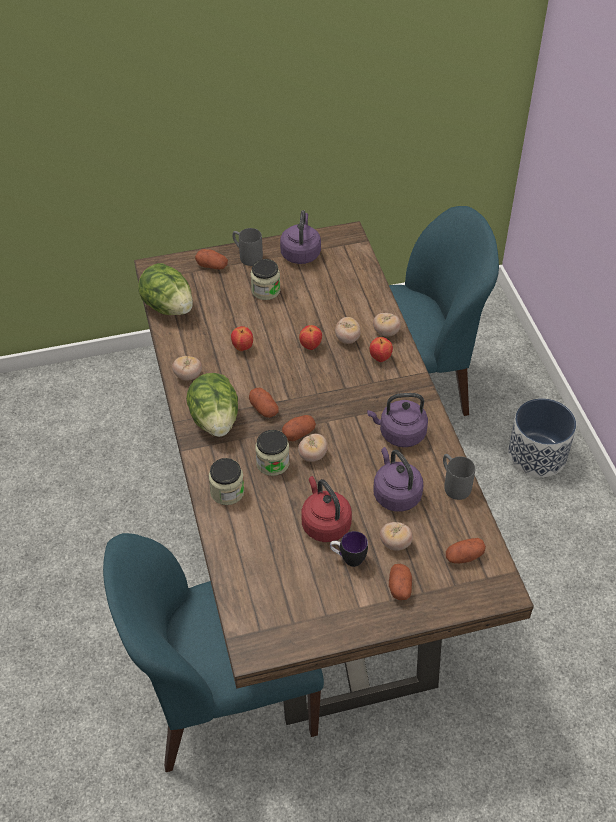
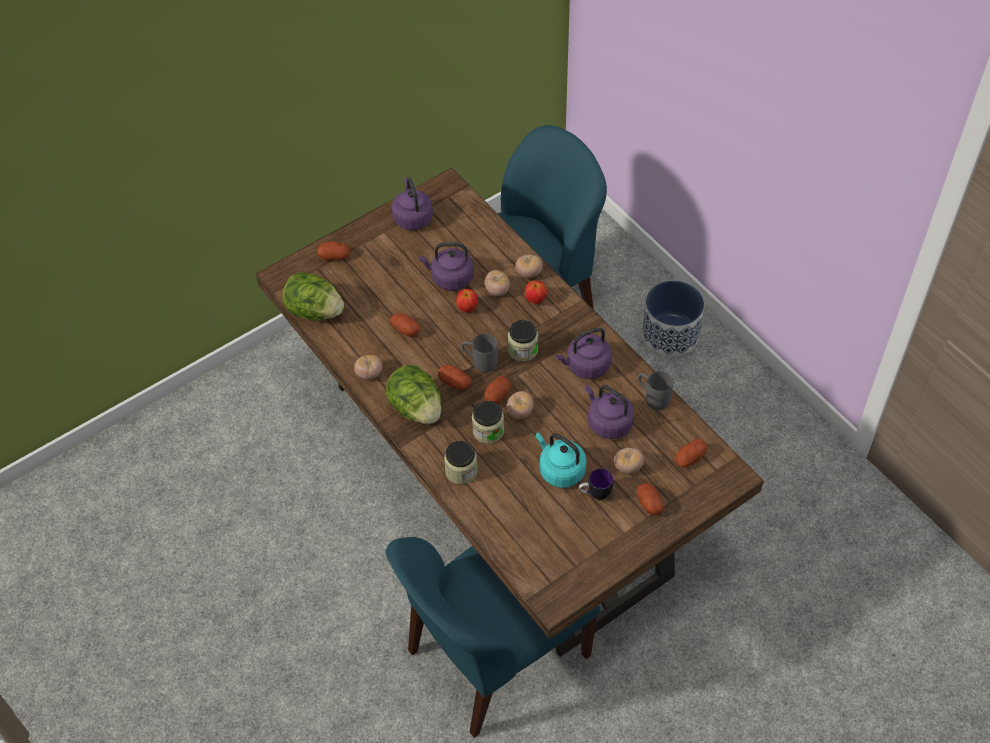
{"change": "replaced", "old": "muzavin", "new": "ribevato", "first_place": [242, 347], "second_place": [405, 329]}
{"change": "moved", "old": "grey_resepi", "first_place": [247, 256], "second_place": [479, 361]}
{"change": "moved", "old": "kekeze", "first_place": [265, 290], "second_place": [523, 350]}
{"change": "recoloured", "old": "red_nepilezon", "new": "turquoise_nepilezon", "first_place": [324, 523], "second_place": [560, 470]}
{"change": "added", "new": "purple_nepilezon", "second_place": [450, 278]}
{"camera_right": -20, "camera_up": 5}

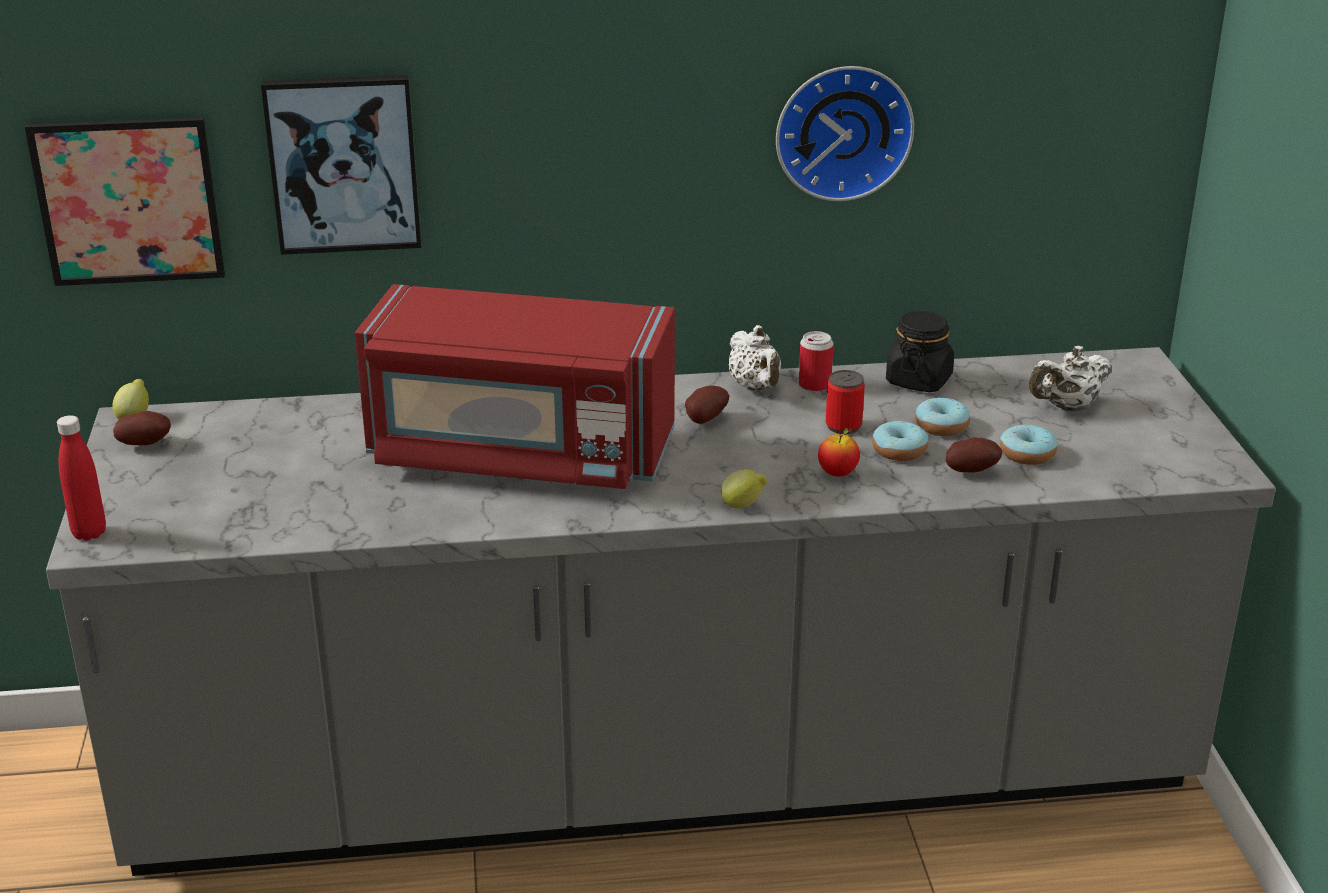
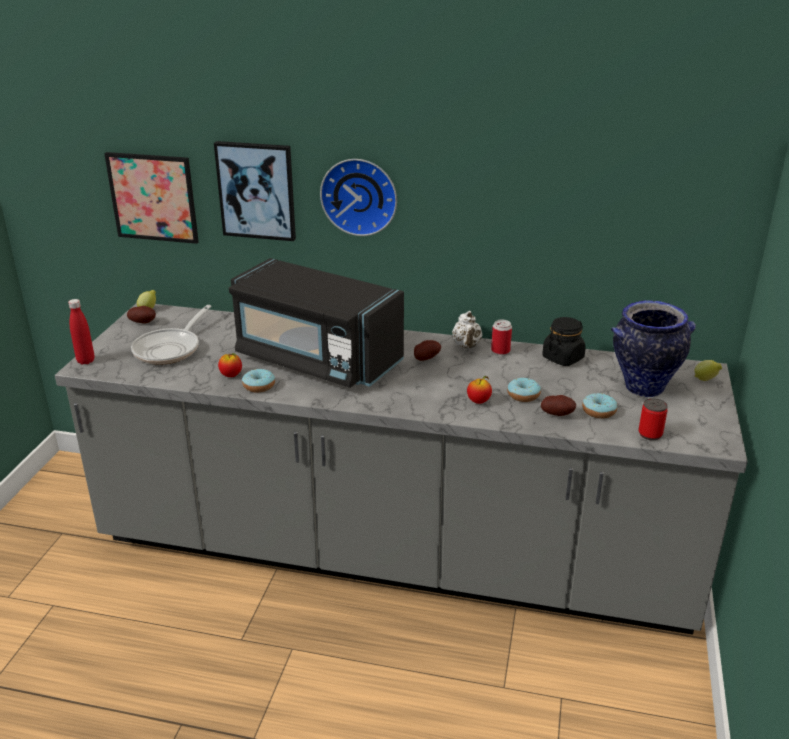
{"change": "recoloured", "old": "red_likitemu", "new": "black_likitemu", "first_place": [519, 454], "second_place": [316, 359]}
{"change": "moved", "old": "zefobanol", "first_place": [743, 506], "second_place": [706, 380]}
{"change": "moved", "old": "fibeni", "first_place": [842, 130], "second_place": [360, 196]}
{"change": "moved", "old": "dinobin", "first_place": [843, 426], "second_place": [650, 434]}
{"change": "moved", "old": "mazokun", "first_place": [941, 426], "second_place": [259, 386]}
{"change": "replaced", "old": "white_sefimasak", "new": "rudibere", "first_place": [1067, 407], "second_place": [643, 388]}
{"change": "added", "new": "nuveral", "second_place": [170, 349]}
{"change": "added", "new": "muzavin", "second_place": [231, 375]}
{"camera_right": 20, "camera_up": 0}

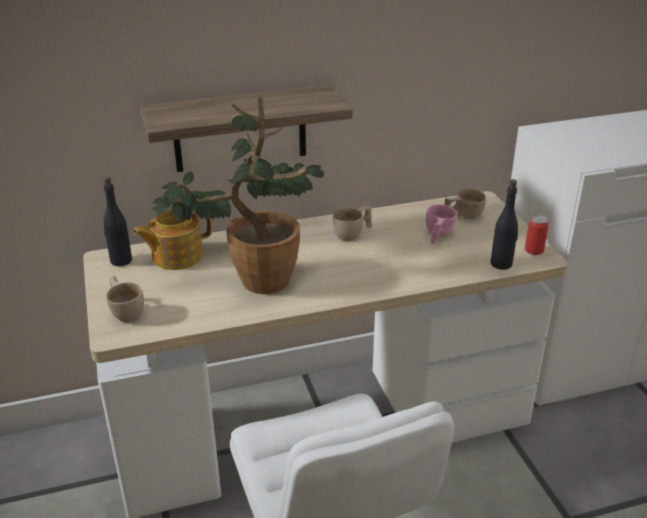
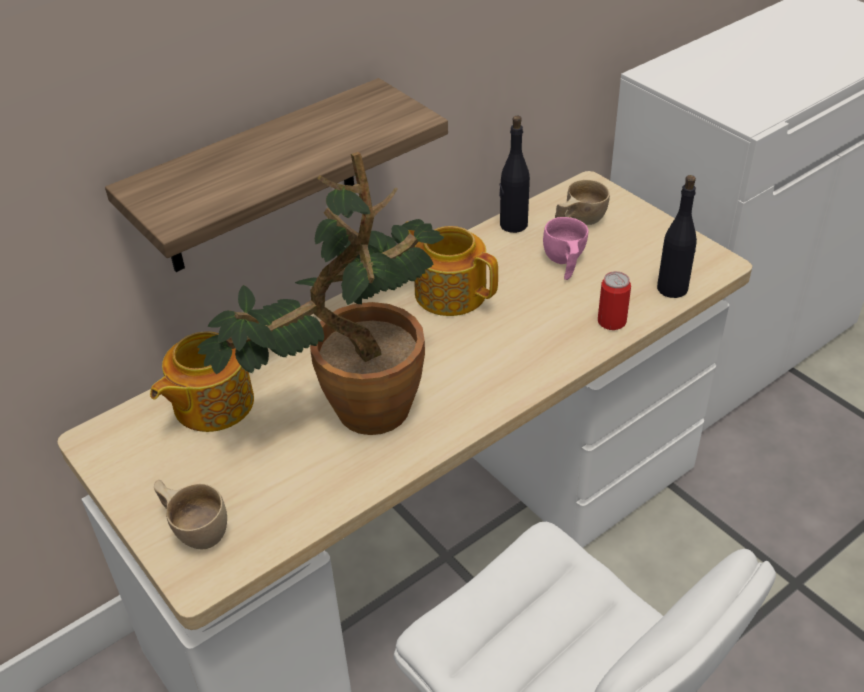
{"change": "moved", "old": "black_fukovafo", "first_place": [120, 260], "second_place": [513, 225]}
{"change": "replaced", "old": "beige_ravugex", "new": "sefimasak", "first_place": [353, 234], "second_place": [449, 292]}
{"change": "moved", "old": "dinobin", "first_place": [534, 250], "second_place": [611, 321]}
{"camera_right": -20, "camera_up": 10}

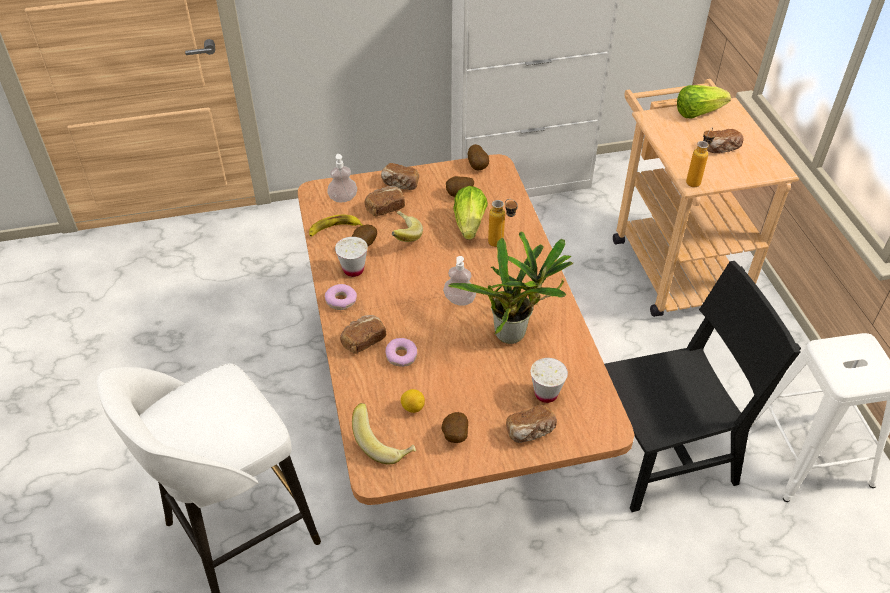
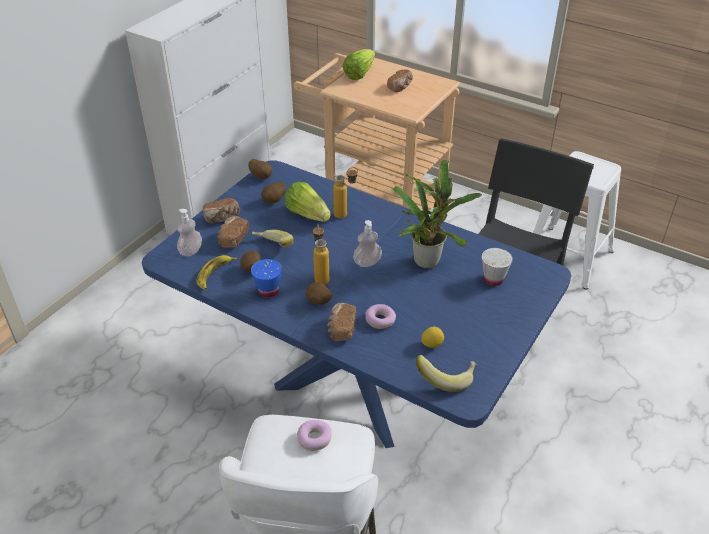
{"change": "recoloured", "old": "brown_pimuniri", "new": "blue_pimuniri", "first_place": [443, 416], "second_place": [353, 385]}
{"change": "moved", "old": "mazokun", "first_place": [341, 301], "second_place": [314, 438]}
{"change": "recoloured", "old": "white_ravugex", "new": "blue_ravugex", "first_place": [353, 270], "second_place": [268, 291]}
{"change": "moved", "old": "ribevato", "first_place": [454, 436], "second_place": [318, 303]}
{"change": "removed", "old": "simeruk", "first_place": [530, 432]}
{"change": "moved", "old": "fukovafo", "first_place": [695, 180], "second_place": [321, 276]}
{"camera_right": -45, "camera_up": -5}

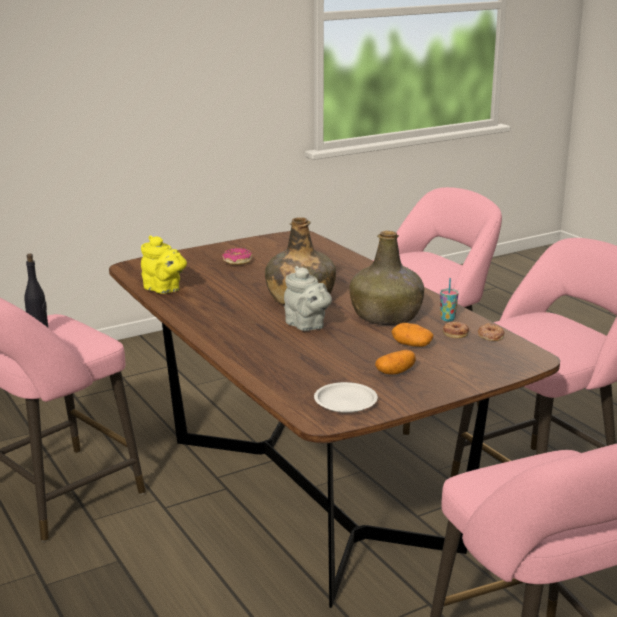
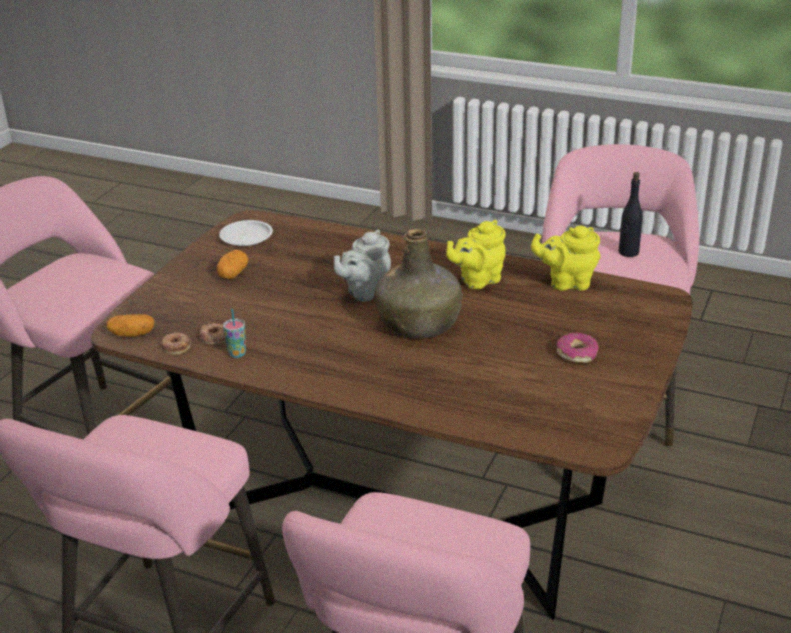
{"change": "turned", "old": "grey_sefimasak", "first_place": [307, 326], "second_place": [365, 292], "degrees": -60}
{"change": "removed", "old": "green_fukovafo", "first_place": [386, 316]}
{"change": "moved", "old": "ribevato", "first_place": [411, 345], "second_place": [132, 334]}
{"change": "added", "new": "yellow_sefimasak", "second_place": [477, 280]}
{"camera_right": 145, "camera_up": 10}

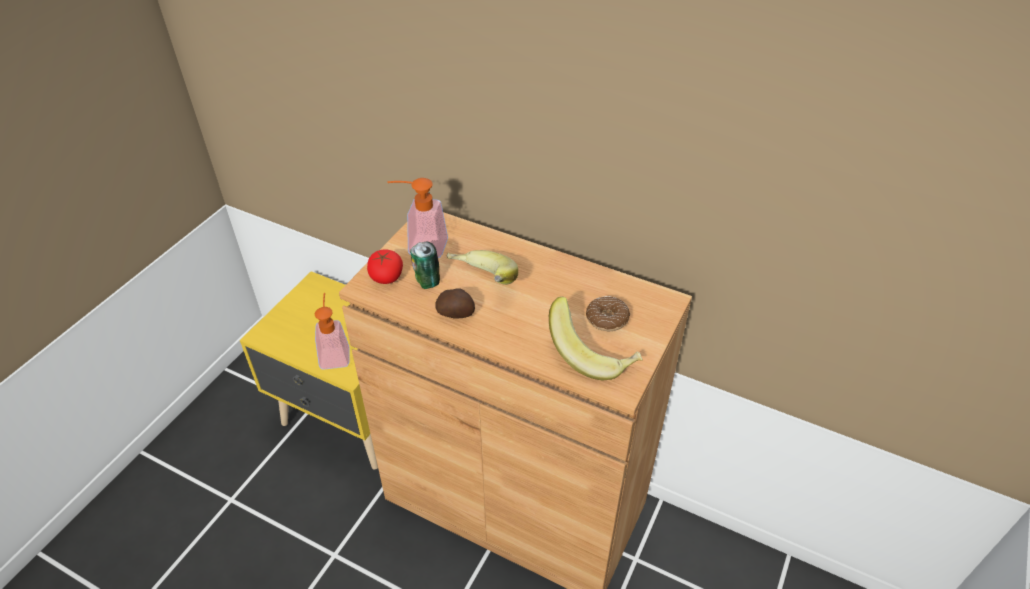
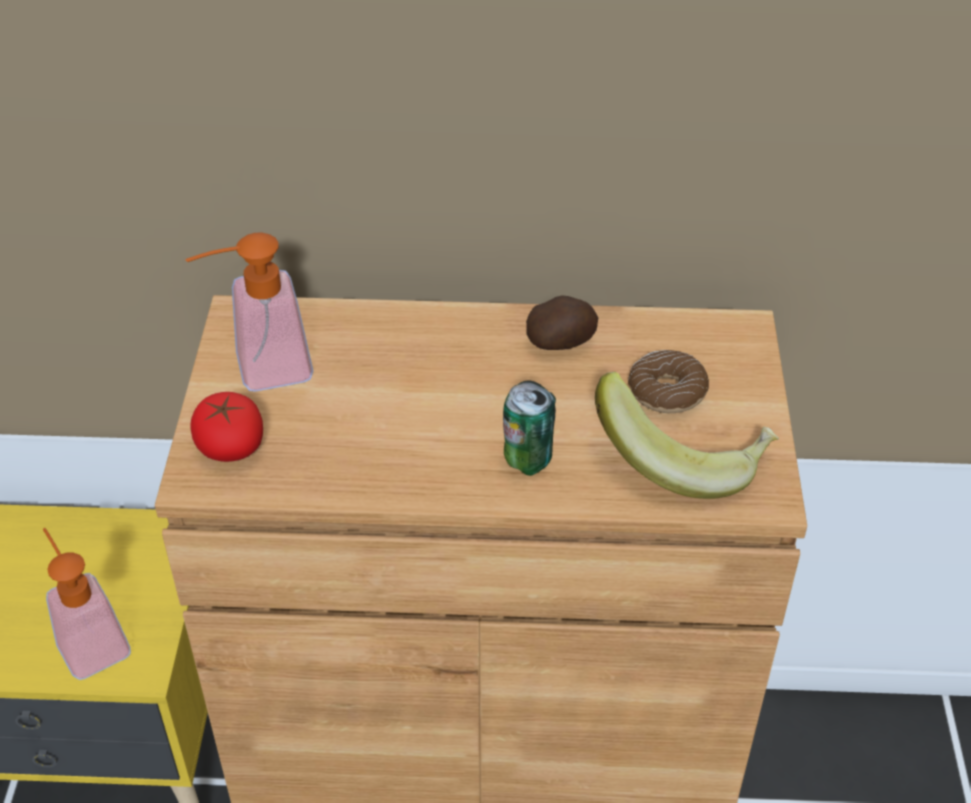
{"change": "moved", "old": "dinobin", "first_place": [427, 282], "second_place": [527, 461]}
{"change": "moved", "old": "ribevato", "first_place": [456, 313], "second_place": [561, 342]}
{"change": "removed", "old": "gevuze", "first_place": [480, 283]}
{"camera_right": -25, "camera_up": 0}

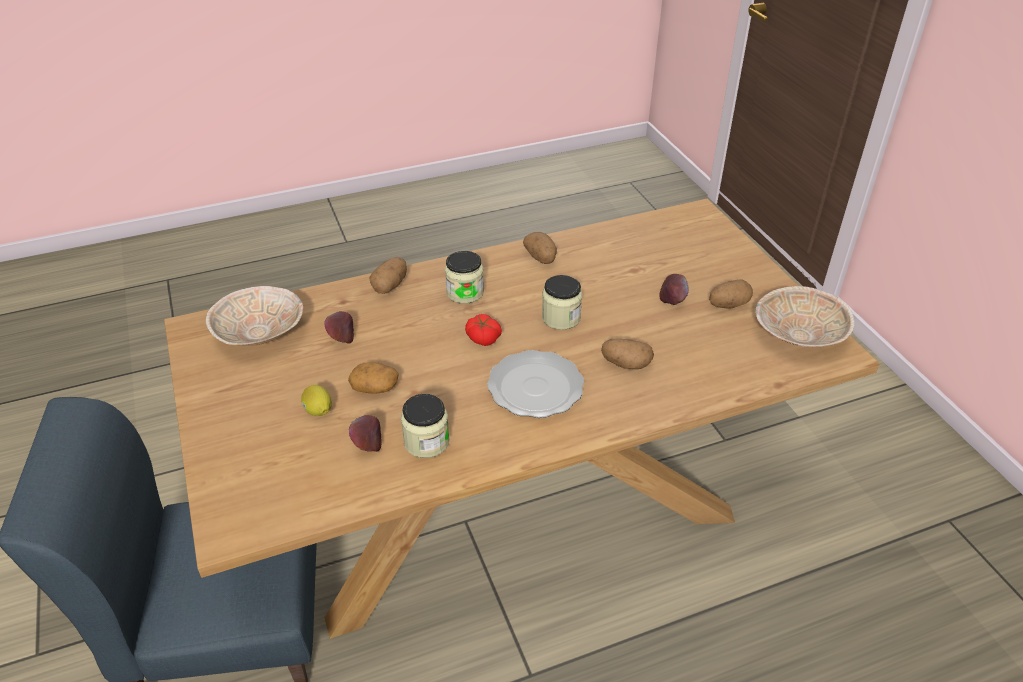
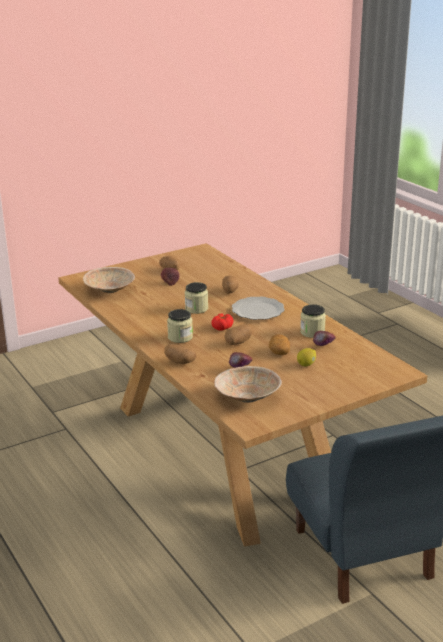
{"change": "moved", "old": "ribevato", "first_place": [541, 258], "second_place": [238, 342]}
{"change": "moved", "old": "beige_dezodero", "first_place": [797, 335], "second_place": [109, 291]}
{"camera_right": -100, "camera_up": -15}

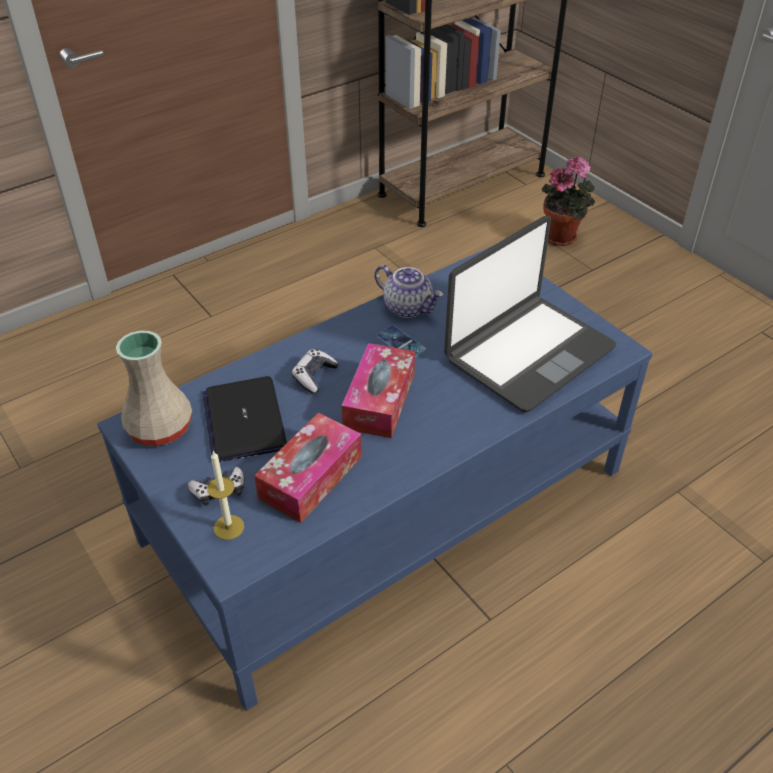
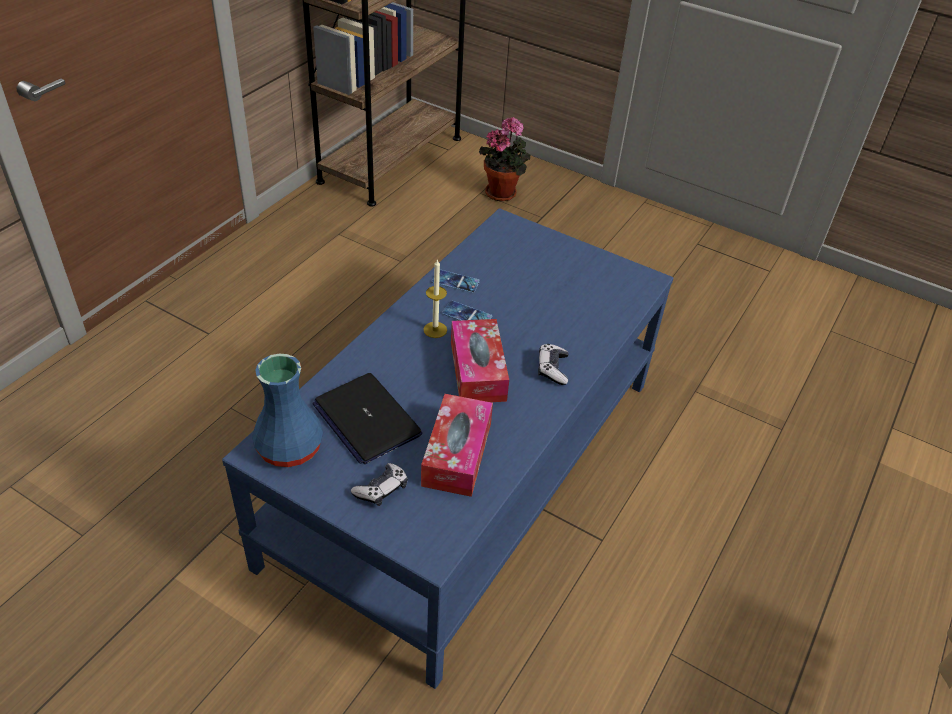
{"change": "recoloured", "old": "beige_rudibere", "new": "blue_rudibere", "first_place": [161, 427], "second_place": [290, 446]}
{"change": "moved", "old": "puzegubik", "first_place": [228, 527], "second_place": [435, 330]}
{"change": "moved", "old": "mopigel", "first_place": [314, 376], "second_place": [552, 369]}
{"change": "replaced", "old": "sefimasak", "new": "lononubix", "first_place": [408, 307], "second_place": [455, 281]}
{"change": "removed", "old": "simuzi", "first_place": [528, 353]}
{"camera_right": -25, "camera_up": 0}

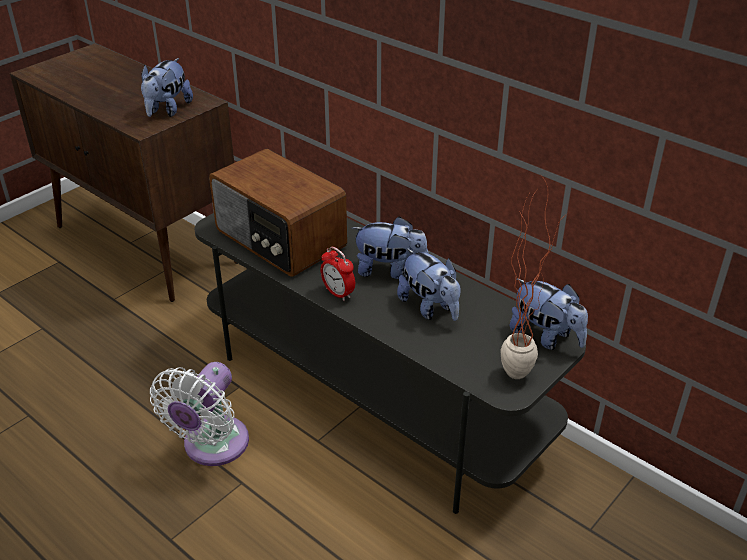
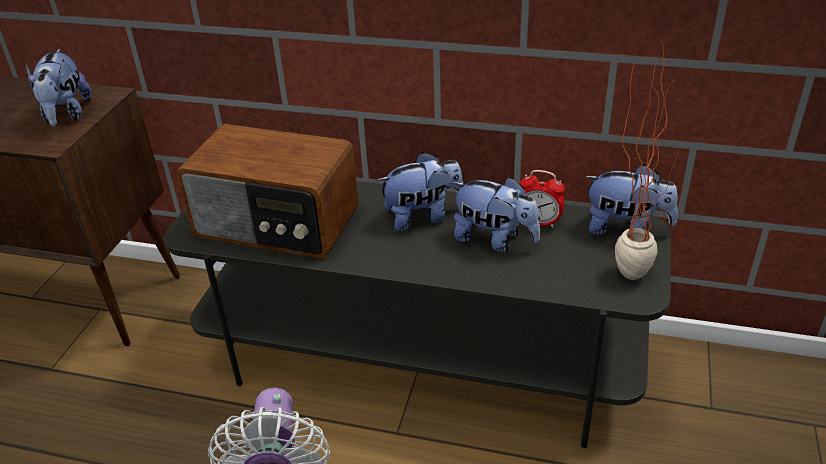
{"change": "moved", "old": "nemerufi", "first_place": [338, 293], "second_place": [539, 222]}
{"camera_right": -25, "camera_up": 0}

